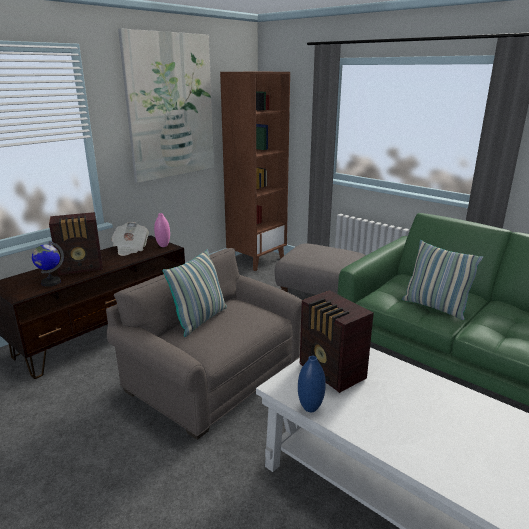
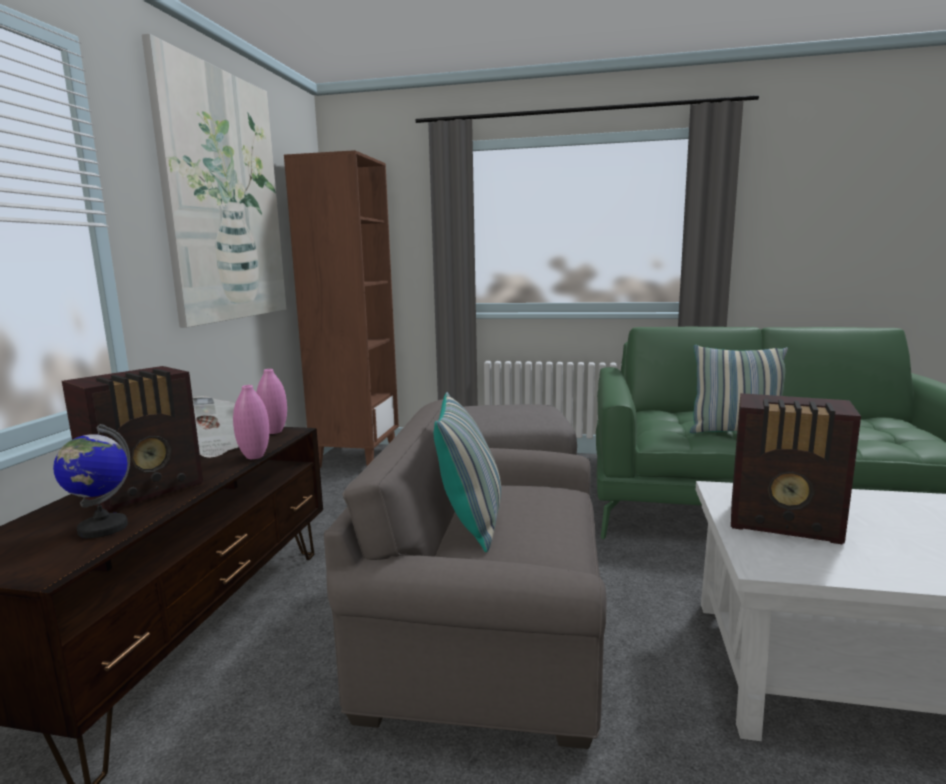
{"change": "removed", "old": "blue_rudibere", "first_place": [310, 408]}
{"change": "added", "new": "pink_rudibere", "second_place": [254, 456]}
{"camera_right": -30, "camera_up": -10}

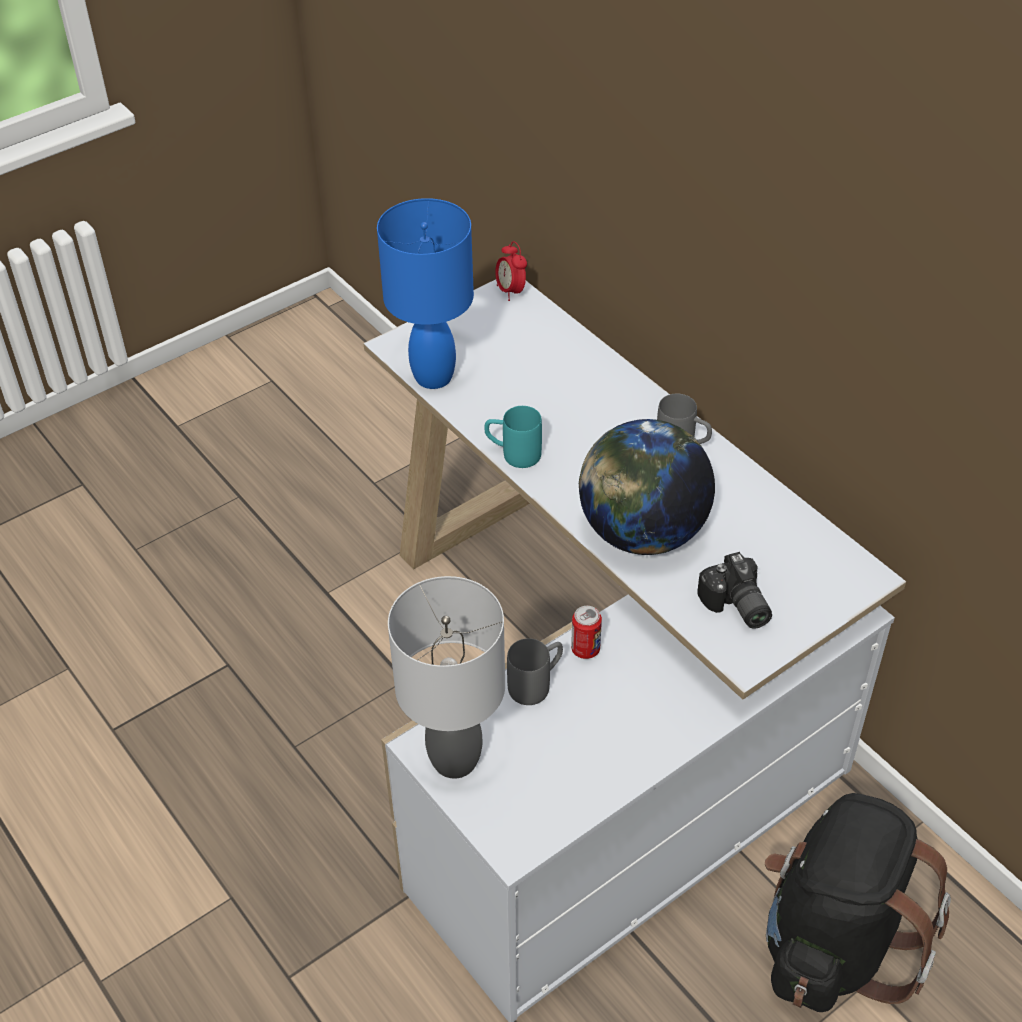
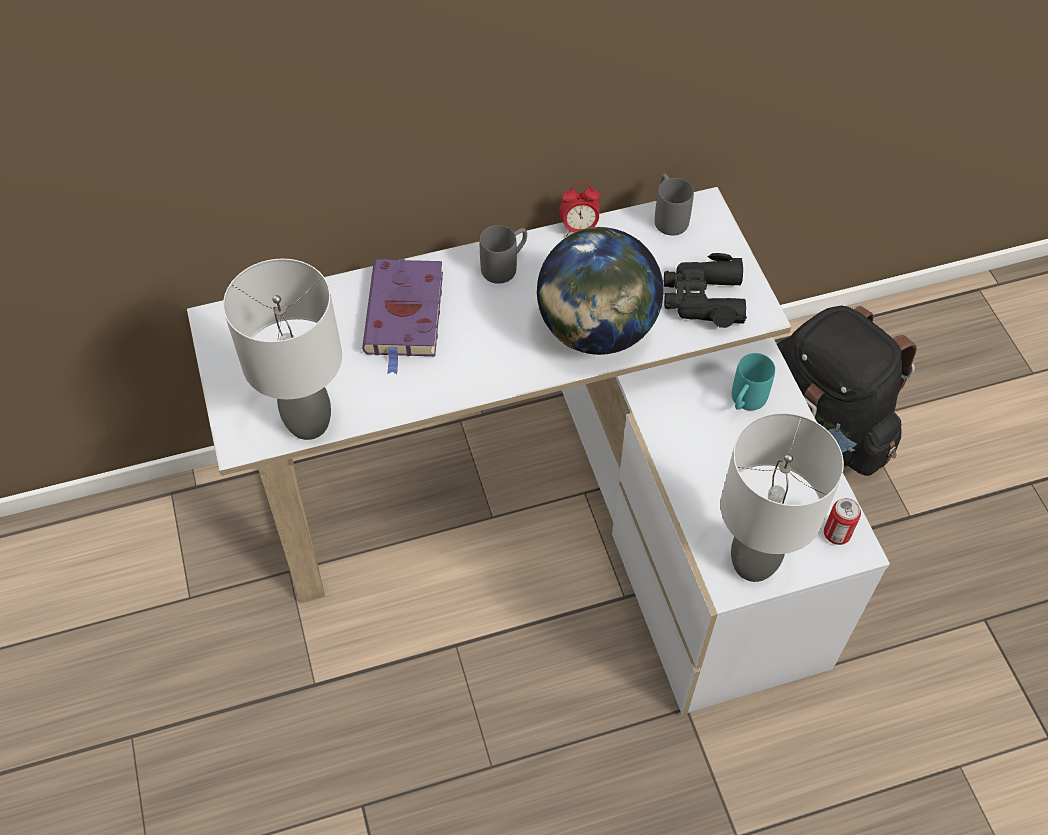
{"change": "recoloured", "old": "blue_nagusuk", "new": "grey_nagusuk", "first_place": [434, 377], "second_place": [310, 422]}
{"change": "moved", "old": "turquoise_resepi", "first_place": [513, 454], "second_place": [745, 402]}
{"change": "moved", "old": "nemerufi", "first_place": [511, 291], "second_place": [579, 229]}
{"change": "moved", "old": "grey_resepi", "first_place": [536, 684], "second_place": [668, 216]}
{"change": "moved", "old": "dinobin", "first_place": [585, 649], "second_place": [836, 534]}
{"change": "replaced", "old": "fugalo", "new": "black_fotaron", "first_place": [735, 607], "second_place": [703, 299]}
{"change": "added", "new": "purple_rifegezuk", "second_place": [405, 316]}
{"camera_right": -70, "camera_up": 10}

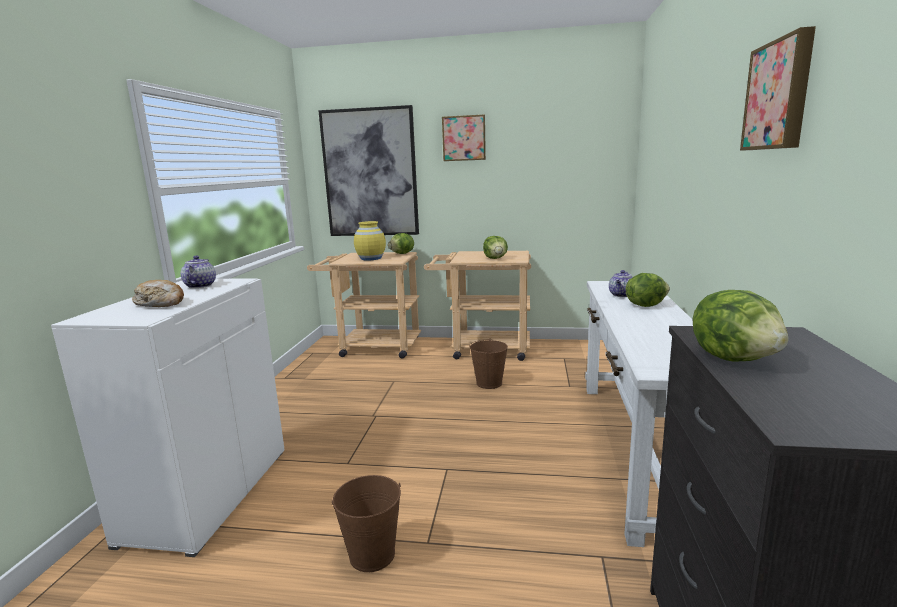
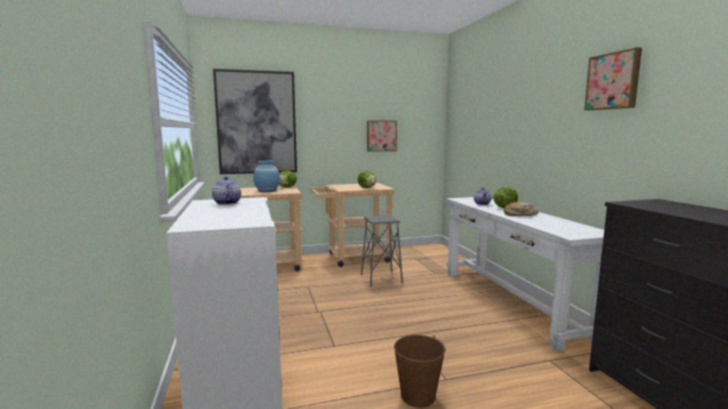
{"change": "moved", "old": "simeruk", "first_place": [161, 303], "second_place": [519, 215]}
{"change": "recoloured", "old": "yellow_rudibere", "new": "blue_rudibere", "first_place": [371, 258], "second_place": [267, 191]}
{"change": "moved", "old": "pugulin", "first_place": [464, 138], "second_place": [381, 135]}
{"change": "replaced", "old": "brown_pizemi", "new": "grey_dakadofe", "first_place": [489, 383], "second_place": [381, 279]}
{"change": "removed", "old": "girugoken", "first_place": [735, 358]}
{"camera_right": -25, "camera_up": -5}

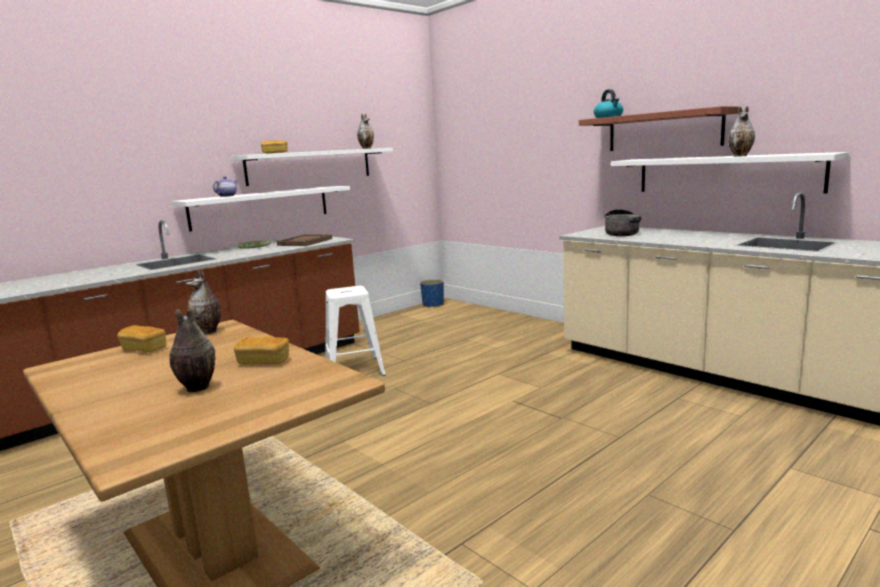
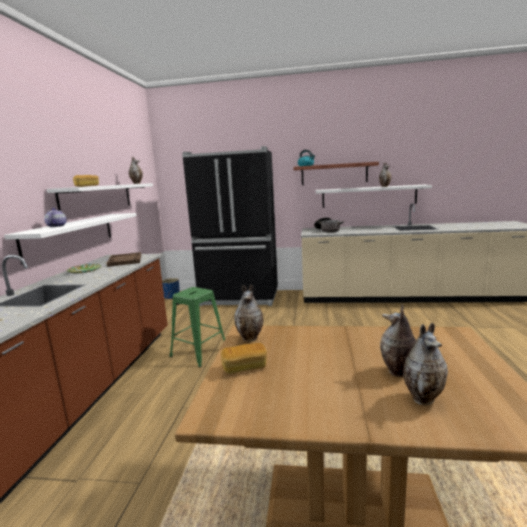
{"change": "removed", "old": "simeruk", "first_place": [264, 362]}
{"change": "recoloured", "old": "white_dakadofe", "new": "green_dakadofe", "first_place": [355, 369], "second_place": [199, 352]}
{"change": "added", "new": "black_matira", "second_place": [239, 298]}
{"change": "added", "new": "rudibere", "second_place": [423, 398]}
{"camera_right": -40, "camera_up": 0}

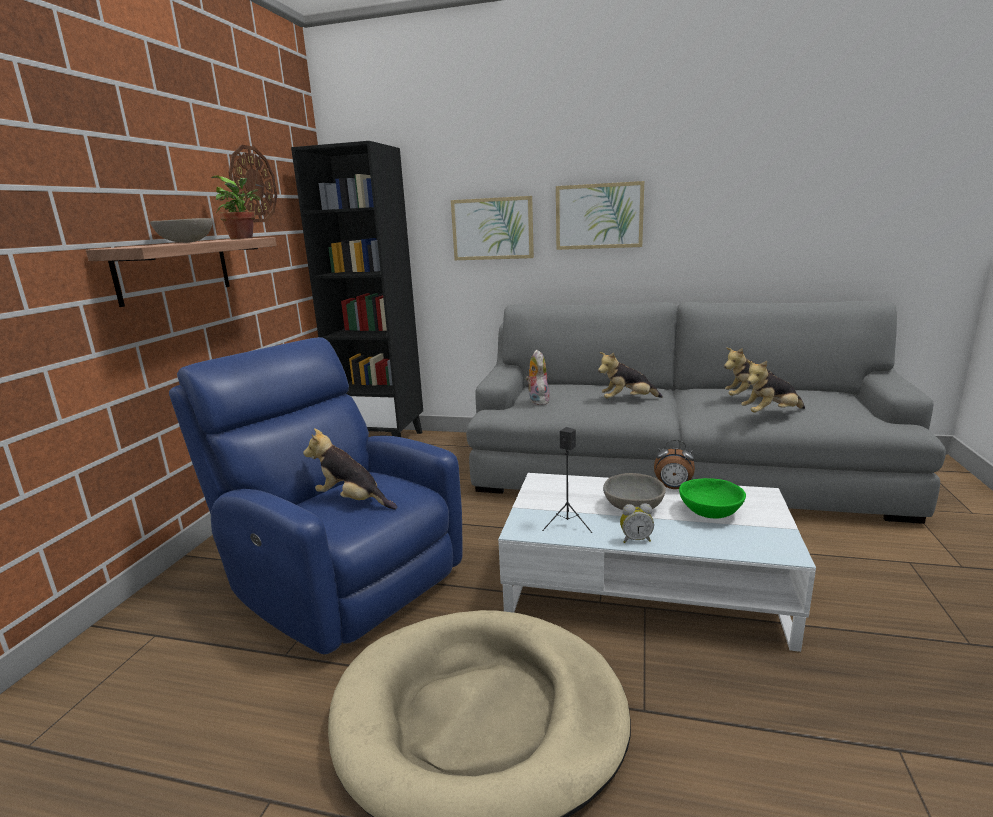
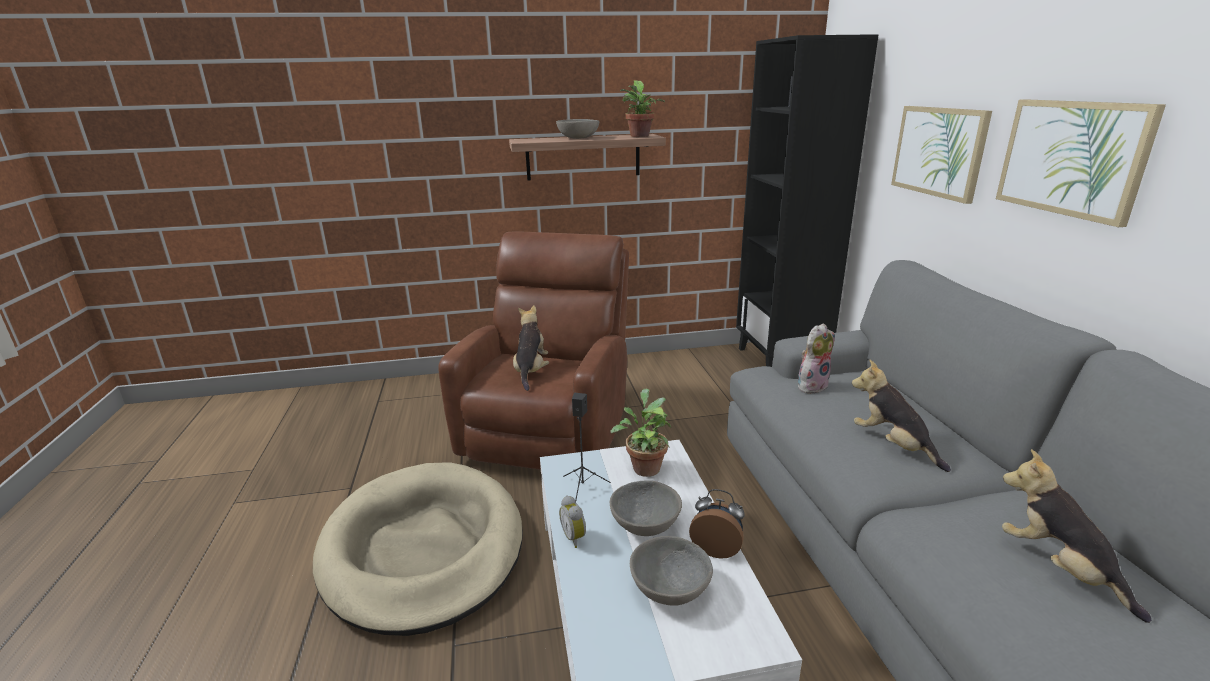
{"change": "recoloured", "old": "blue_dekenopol", "new": "brown_dekenopol", "first_place": [341, 579], "second_place": [549, 430]}
{"change": "removed", "old": "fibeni", "first_place": [252, 184]}
{"change": "turned", "old": "nemerufi", "first_place": [673, 488], "second_place": [716, 548], "degrees": 120}
{"change": "recoloured", "old": "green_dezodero", "new": "grey_dezodero", "first_place": [709, 512], "second_place": [671, 588]}
{"change": "removed", "old": "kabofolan", "first_place": [770, 414]}
{"change": "added", "new": "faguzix", "second_place": [644, 466]}
{"camera_right": 65, "camera_up": 5}

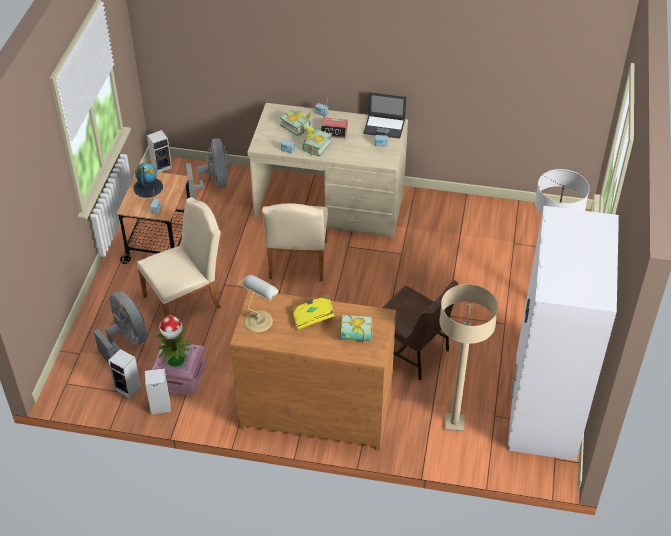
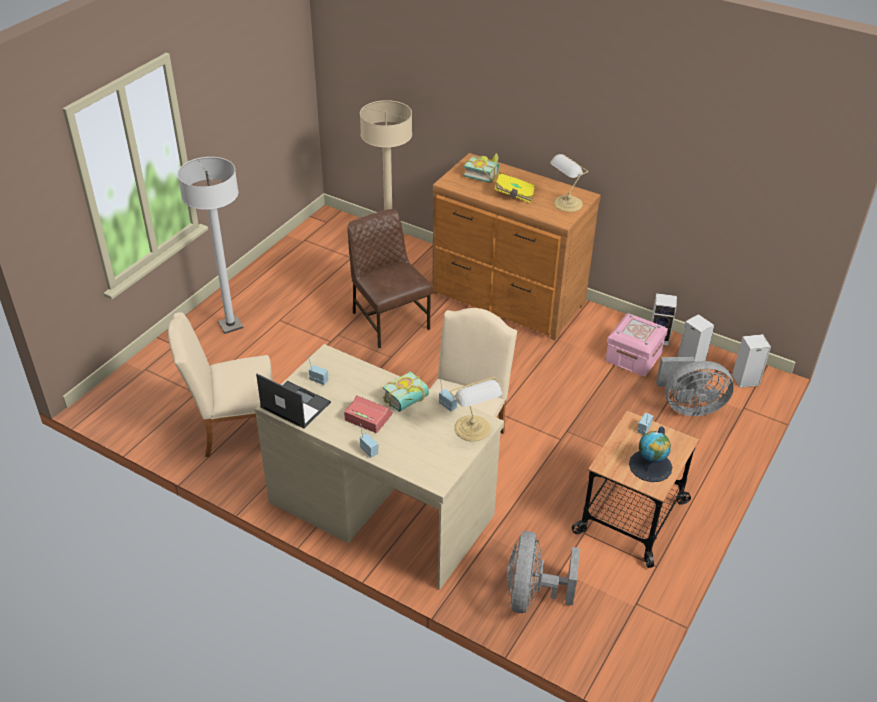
{"change": "turned", "old": "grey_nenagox", "first_place": [126, 341], "second_place": [688, 406], "degrees": -75}
{"change": "moved", "old": "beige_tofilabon", "first_place": [186, 299], "second_place": [234, 428]}
{"change": "moved", "old": "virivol", "first_place": [162, 166], "second_place": [744, 380]}
{"change": "removed", "old": "faguzix", "first_place": [176, 360]}
{"change": "removed", "old": "rifegezuk", "first_place": [297, 126]}
{"change": "removed", "old": "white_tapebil", "first_place": [544, 407]}
{"change": "added", "new": "nagusuk", "second_place": [473, 429]}
{"camera_right": -160, "camera_up": -5}

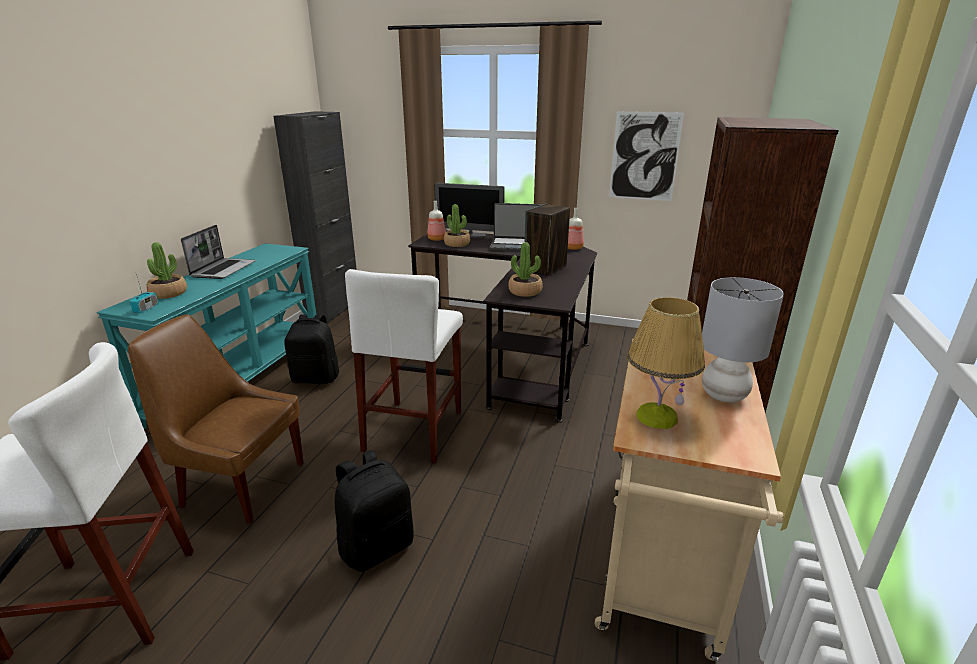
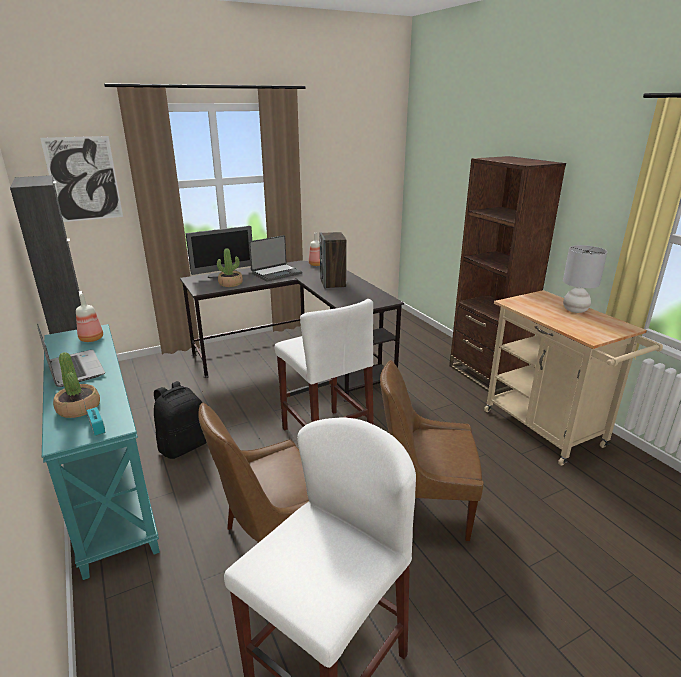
{"change": "replaced", "old": "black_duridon", "new": "brown_tofilabon", "first_place": [376, 546], "second_place": [424, 507]}
{"change": "moved", "old": "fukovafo", "first_place": [436, 239], "second_place": [91, 339]}
{"change": "removed", "old": "faguzix", "first_place": [525, 291]}
{"change": "moved", "old": "pugulin", "first_place": [644, 156], "second_place": [84, 179]}
{"change": "removed", "old": "nagusuk", "first_place": [656, 417]}
{"camera_right": -45, "camera_up": 0}

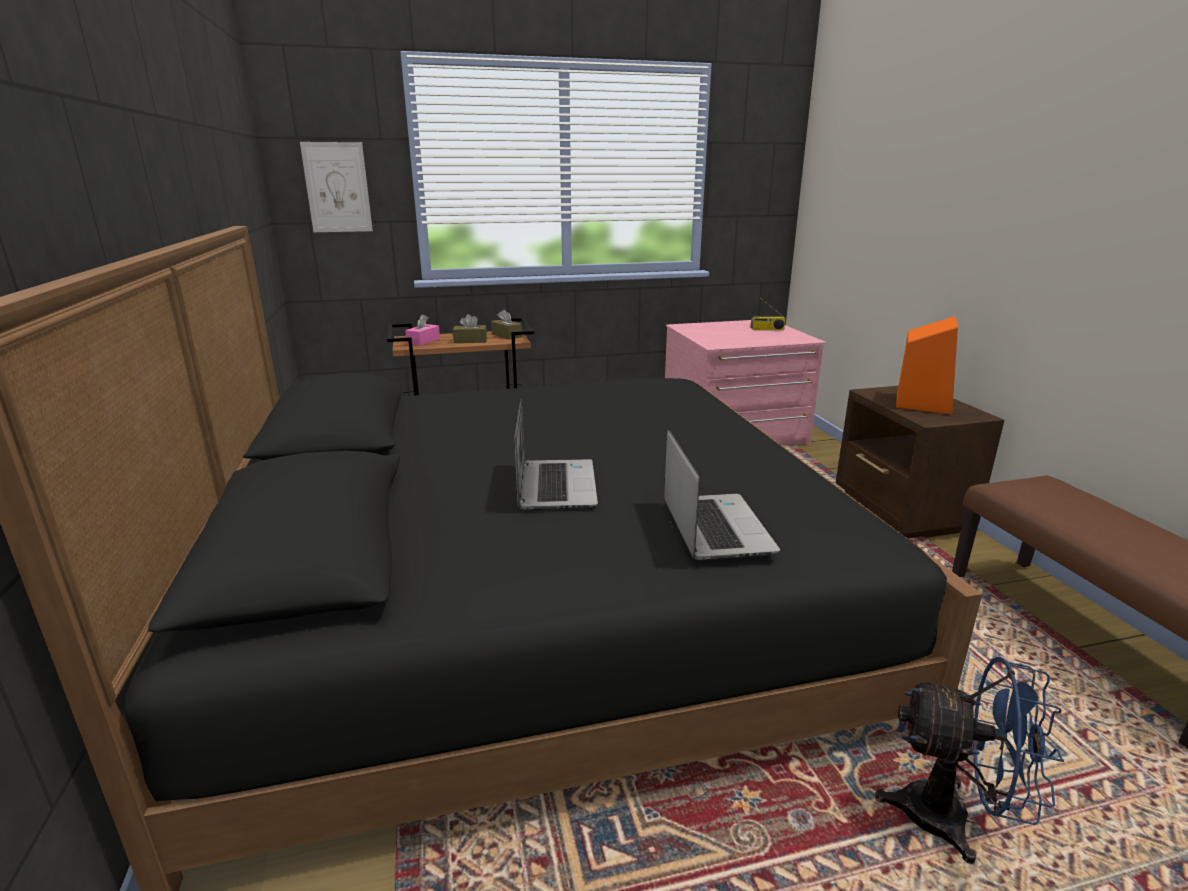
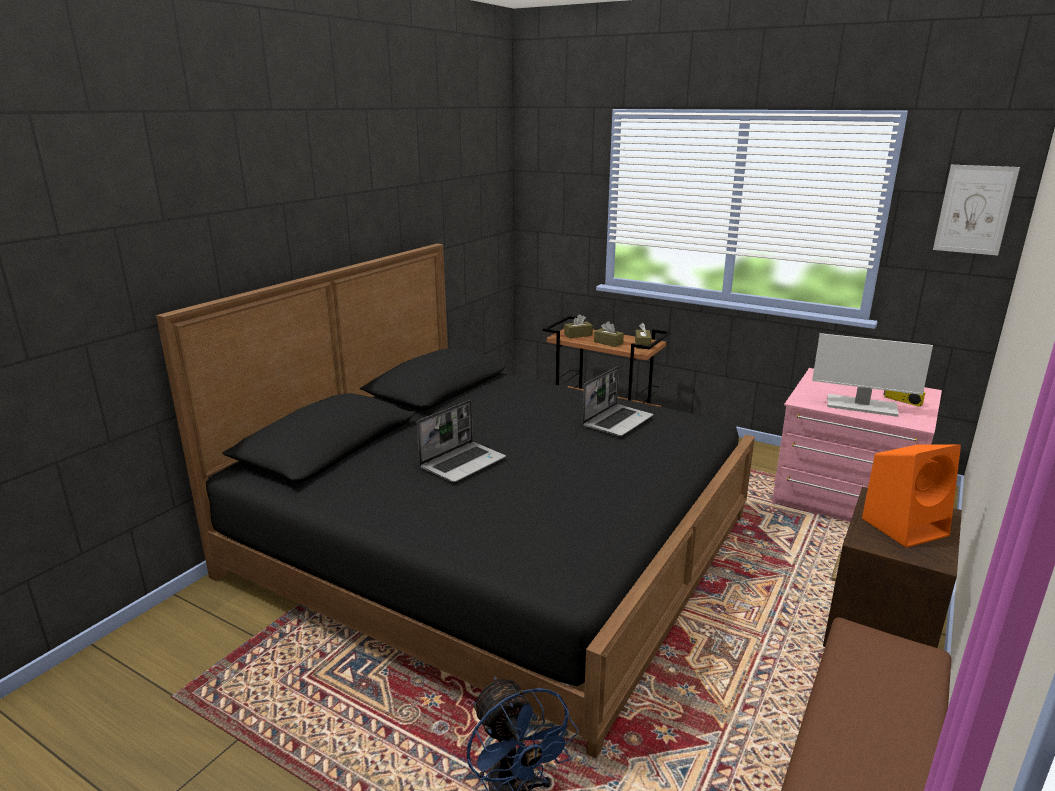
{"change": "moved", "old": "pugulin", "first_place": [337, 187], "second_place": [974, 210]}
{"change": "recoloured", "old": "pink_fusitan", "new": "brown_fusitan", "first_place": [423, 341], "second_place": [578, 335]}
{"change": "moved", "old": "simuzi", "first_place": [714, 527], "second_place": [617, 421]}
{"change": "added", "new": "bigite", "second_place": [860, 406]}
{"camera_right": 45, "camera_up": 0}

